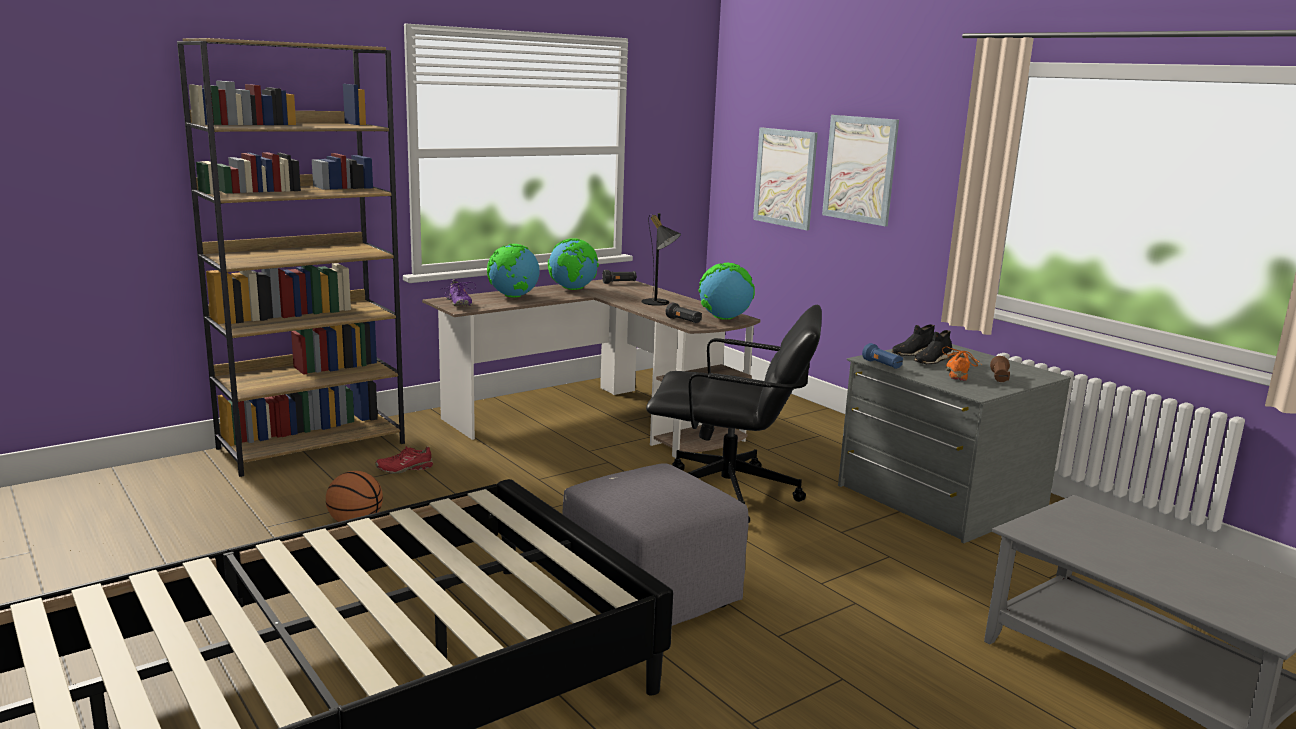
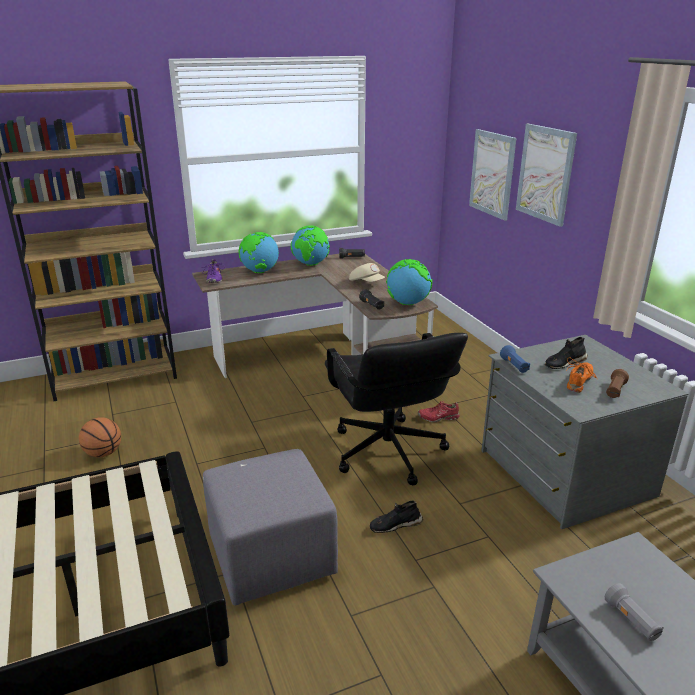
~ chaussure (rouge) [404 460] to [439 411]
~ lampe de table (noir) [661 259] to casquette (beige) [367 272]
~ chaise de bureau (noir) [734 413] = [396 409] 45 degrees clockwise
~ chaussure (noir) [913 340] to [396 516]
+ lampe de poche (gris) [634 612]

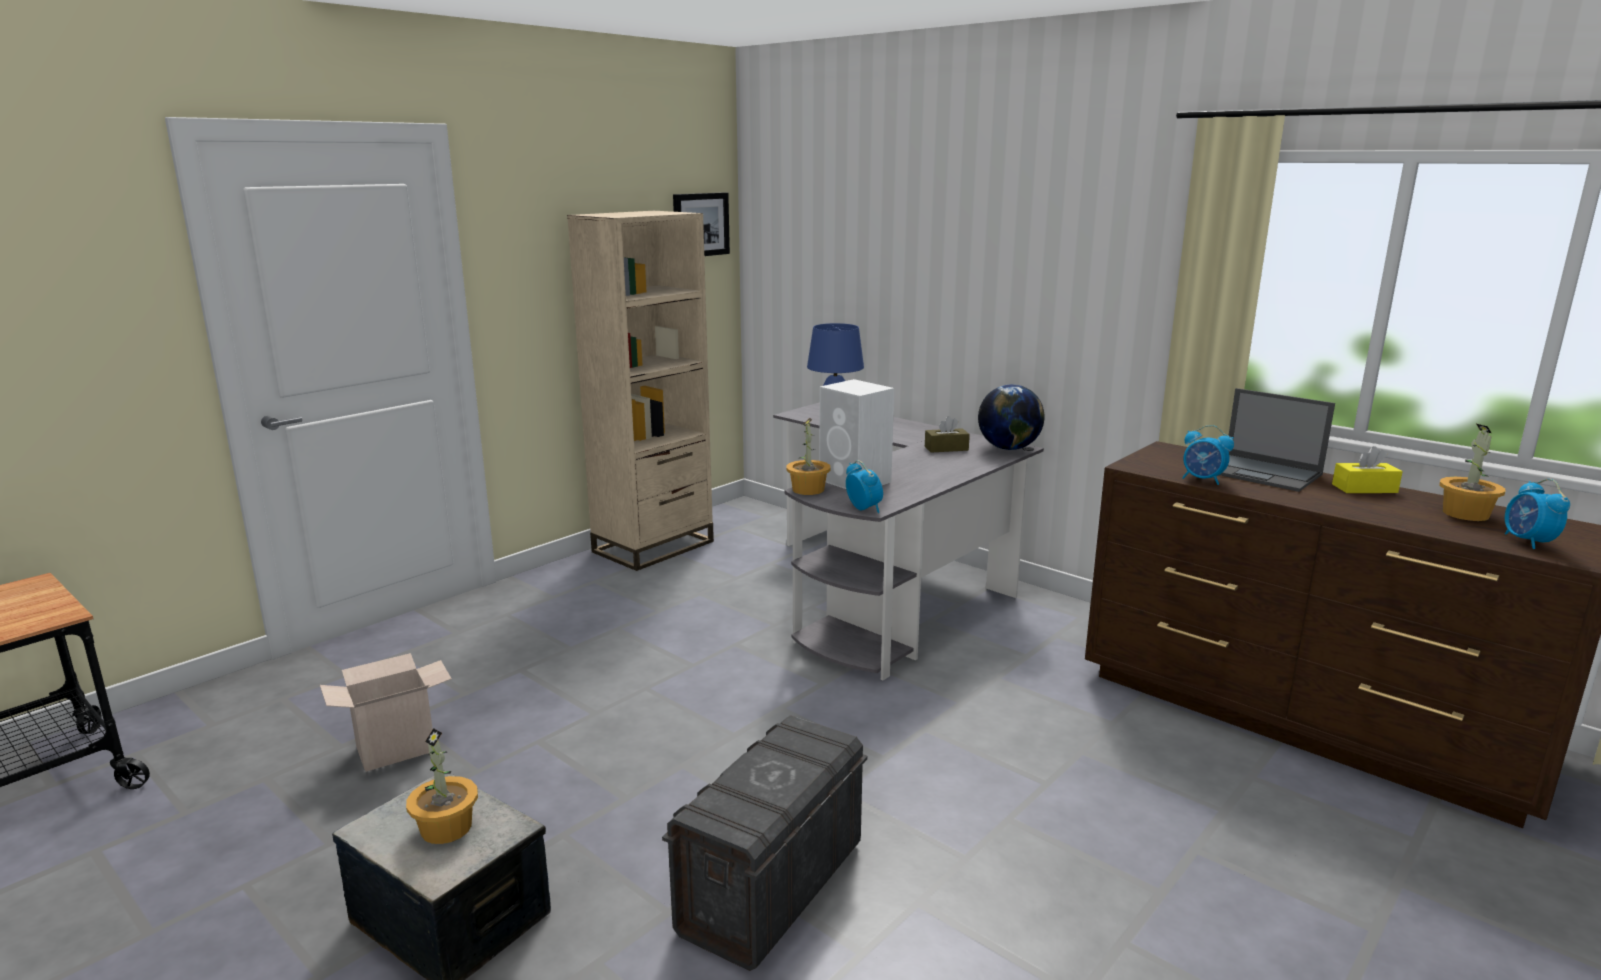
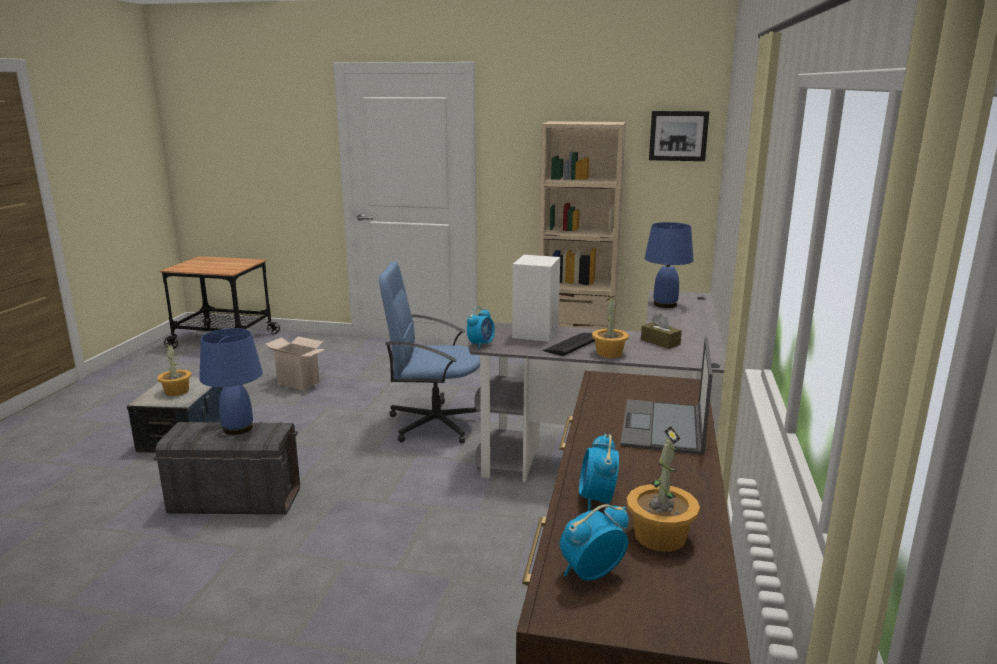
~ plante en pot [808 456] to [610 327]
- globe [1011 417]
~ réveil [1208 455] to [599 472]
- boîte à mouchoirs (jaune) [1367 469]
+ lampe de table (bleu) [231 381]
+ chaise de bureau (bleu) [429 352]
+ clavier [569 344]

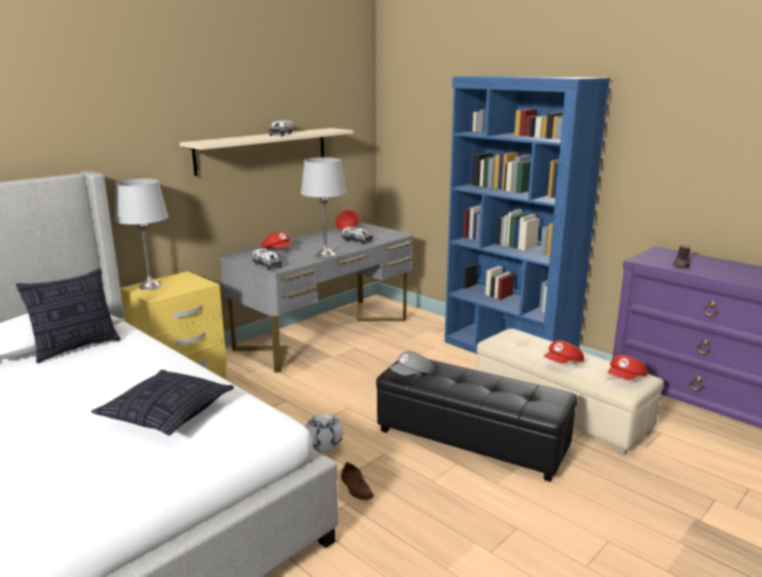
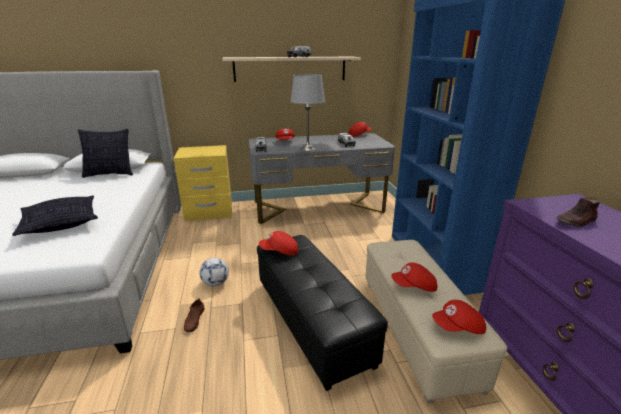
- lampe de table (gris) [141 234]
~ casquette (gris) [412 363] to casquette (rouge) [278 243]

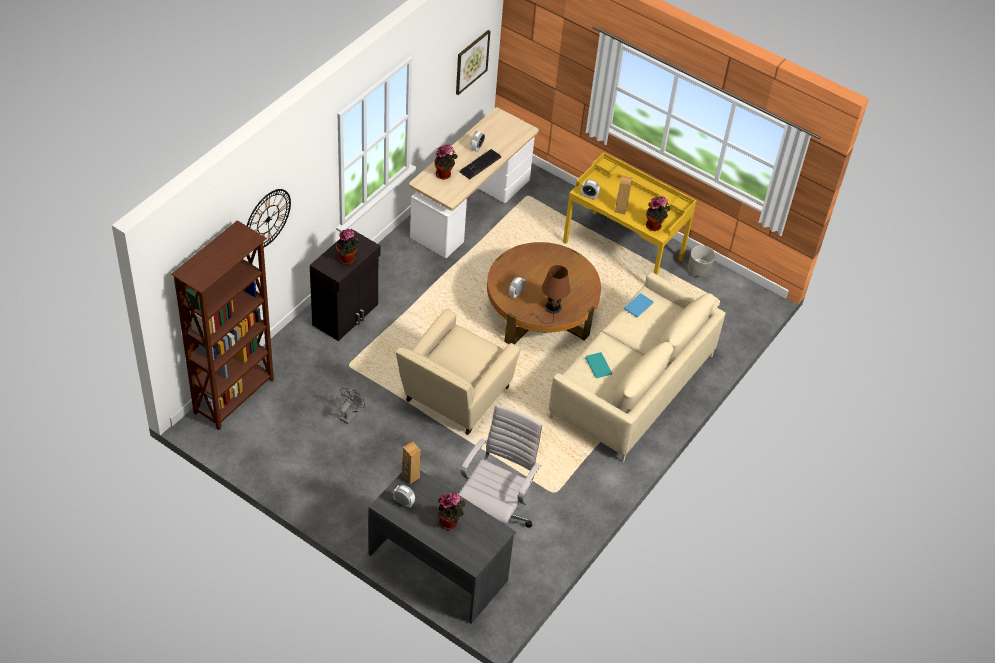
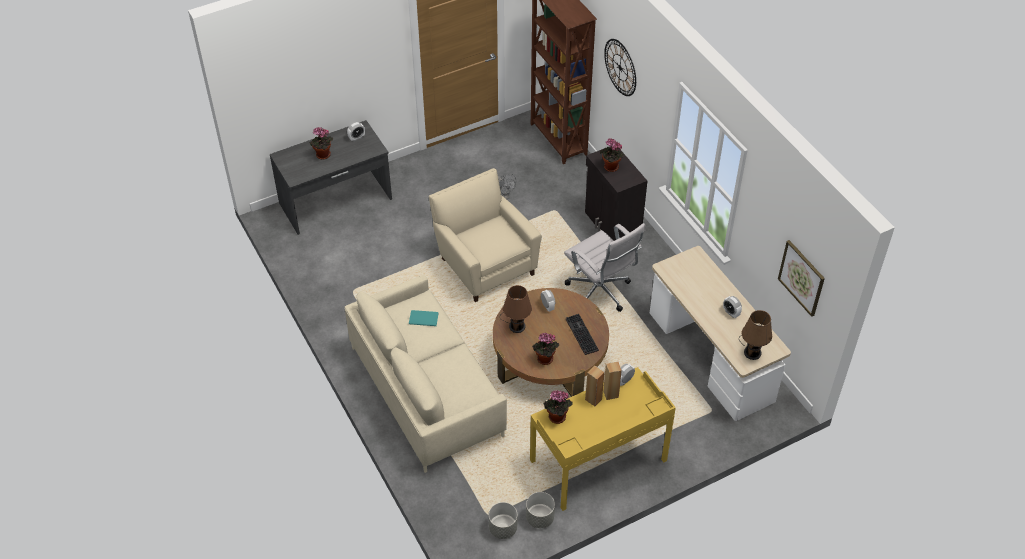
~ enceinte (marron) [411 462] to [612 380]
~ plante en pot [446 162] to [545 349]
~ chaise de bureau (blanc) [500 466] to [605 267]
~ clavier [480 164] to [582 334]
- livre (bleu) [639 305]
+ cache-pot (gris) [503 520]
+ lampe de table (marron) [755 335]

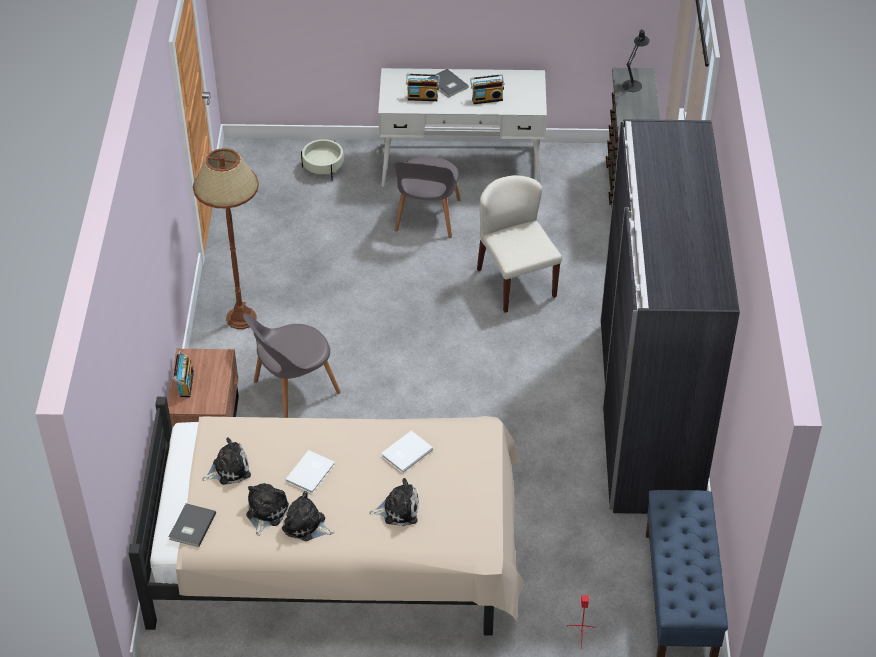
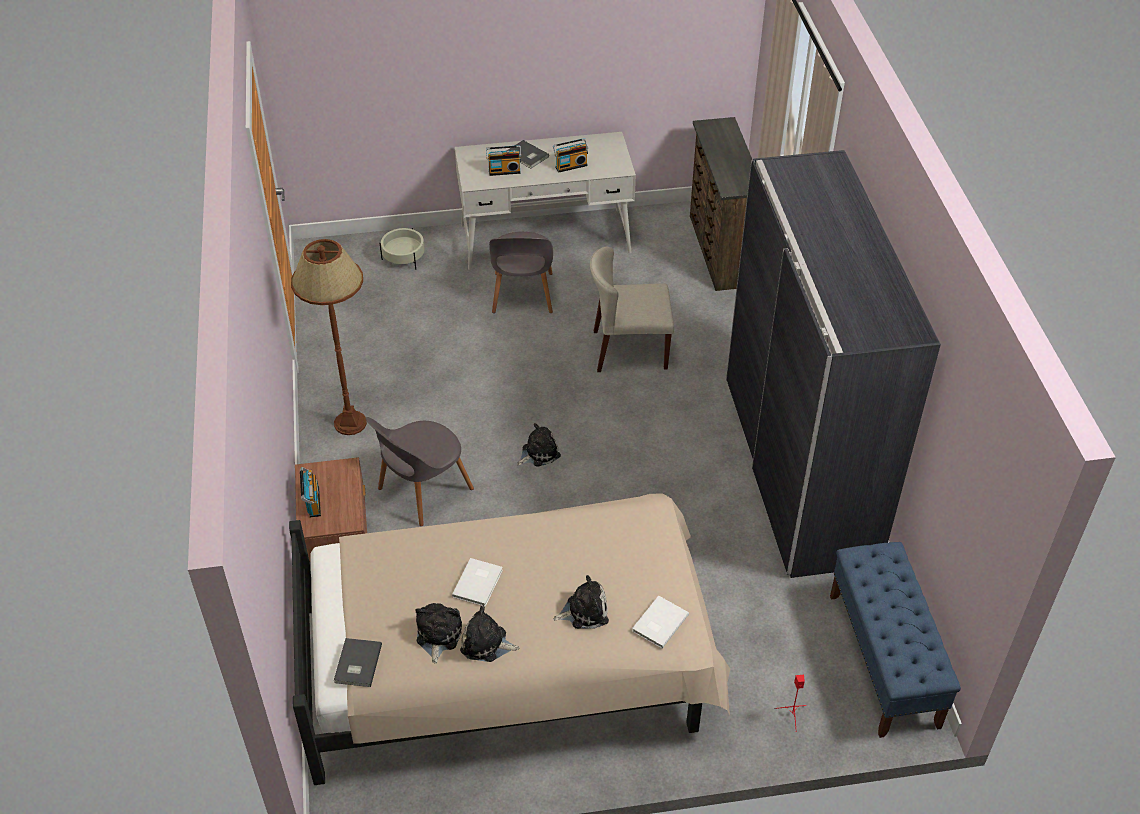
~ peluche [226 461] to [539 445]
~ livre (blanc) [407 452] to [660 622]
~ chaise (beige) [519 244] = [632 309] 60 degrees counterclockwise
- lampe de table (noir) [636 61]

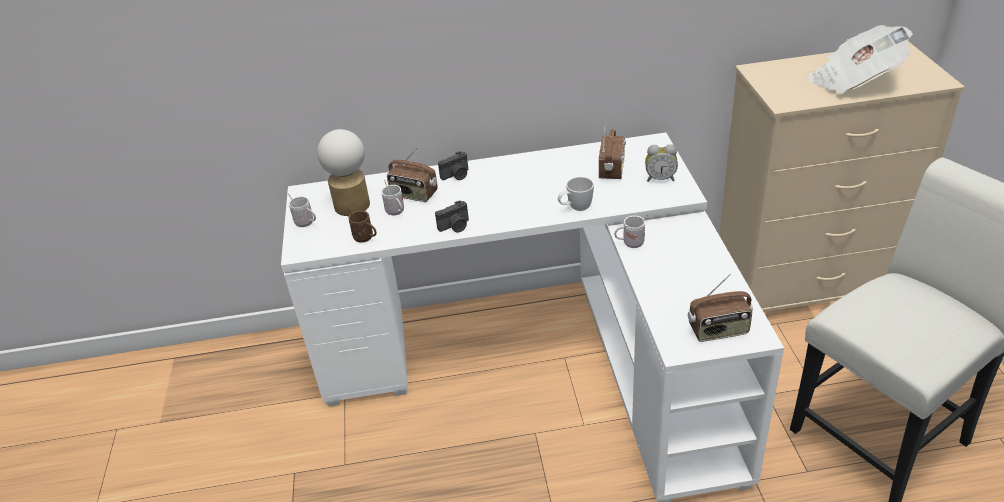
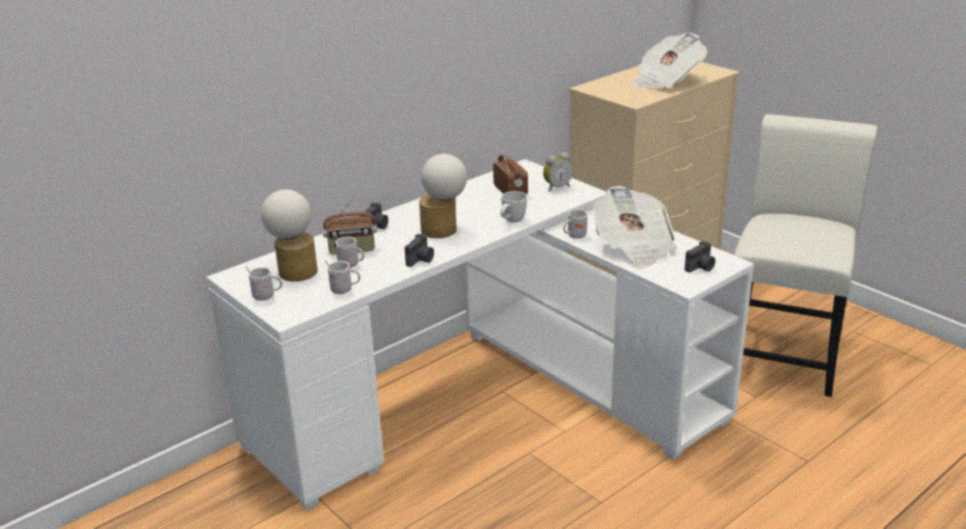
~ mug (marron) [362 225] to mug (blanc) [342 277]
~ radio [720 308] to appareil photo [700 256]
+ lampe de table [443 196]
+ journal [635 227]

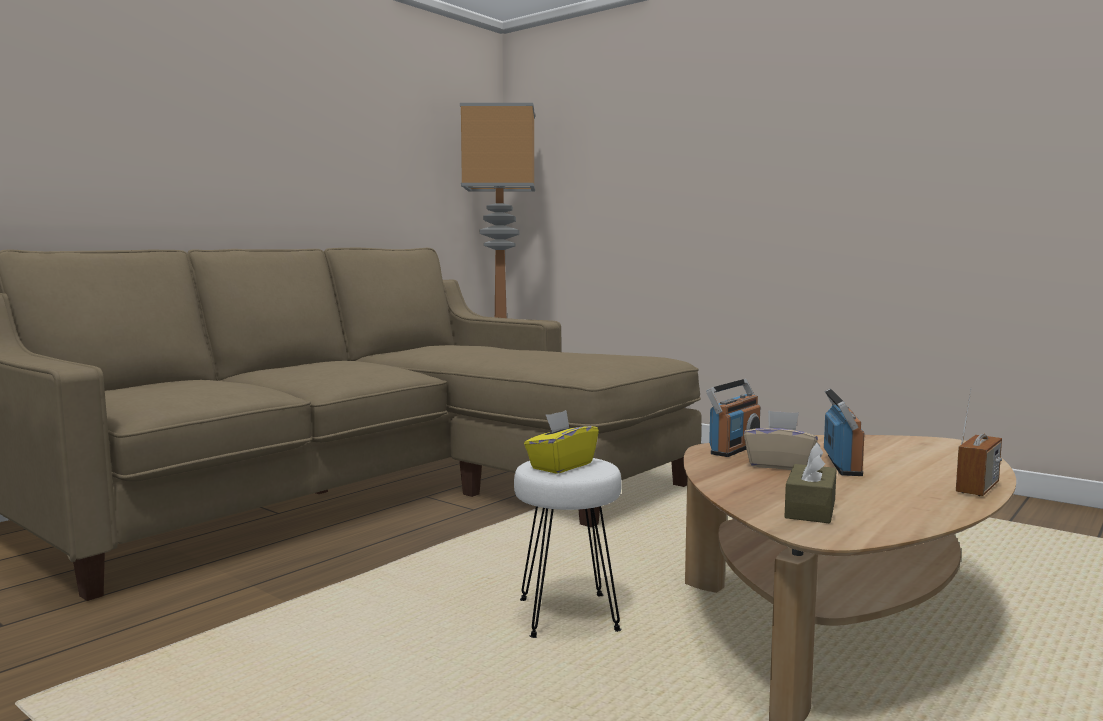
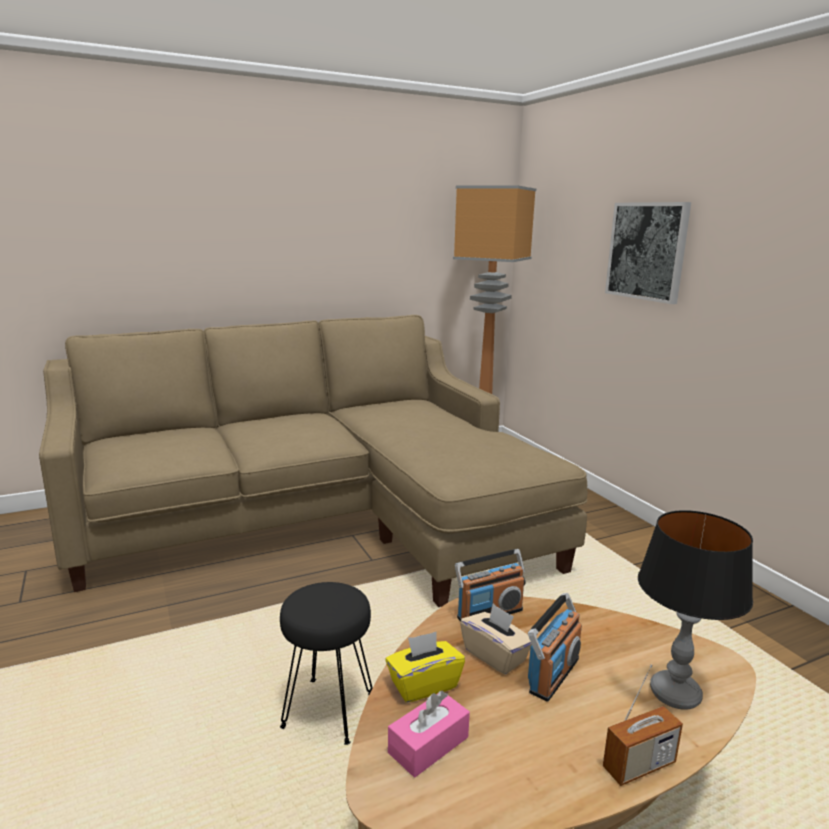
~ tabouret (blanc) [568 548] to tabouret (noir) [326 663]
~ boîte à mouchoirs (jaune) [561 442] to [425 667]
~ boîte à mouchoirs (marron) [810 483] to boîte à mouchoirs (rose) [429 734]
+ tableau [648 253]
+ lampe de table [695 610]

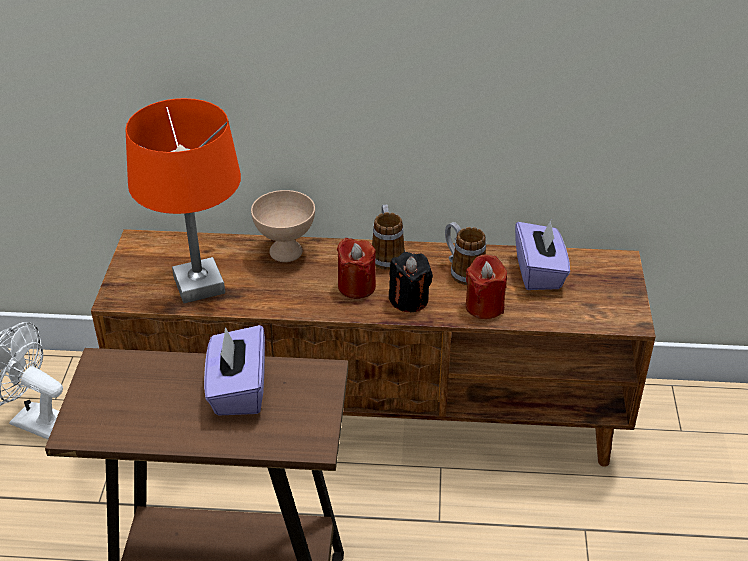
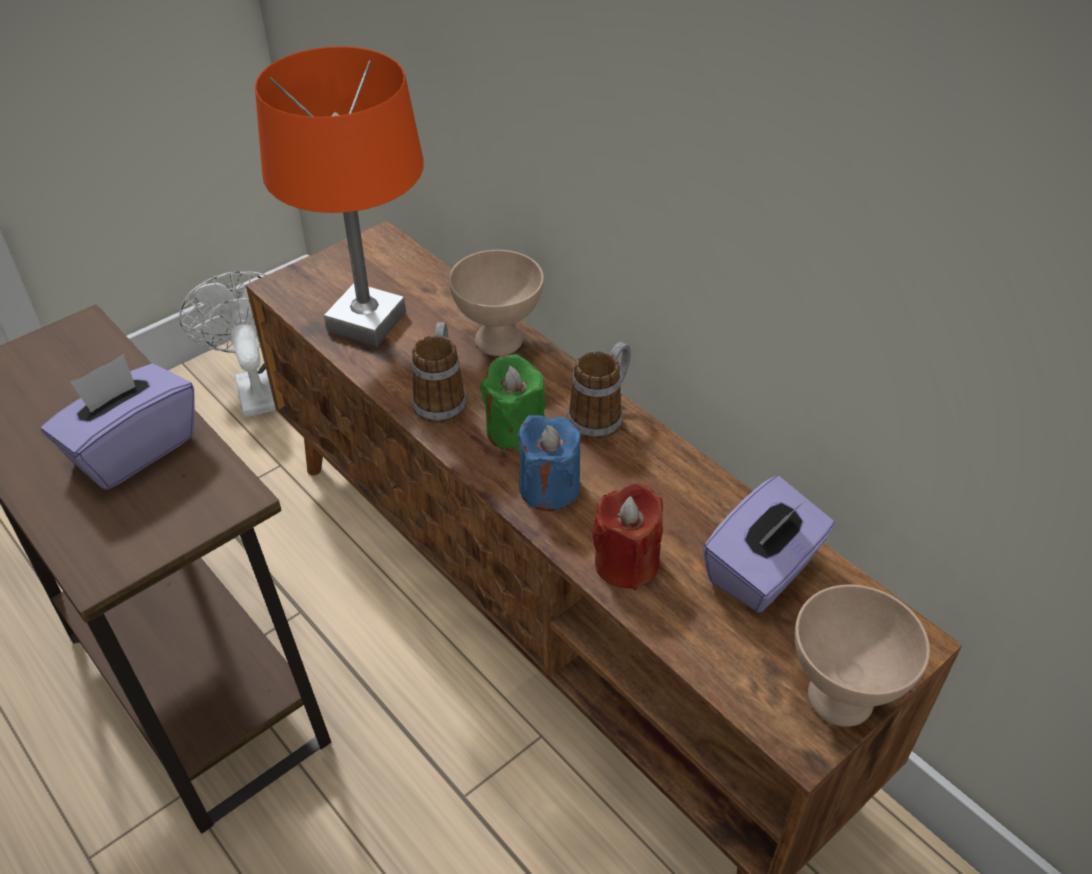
~ bougie (rouge) [356 268] to bougie (vert) [513 403]
~ bougie (noir) [411 282] to bougie (bleu) [549 463]
~ mug [465 253] to [439 372]
+ bol (beige) [862 655]

